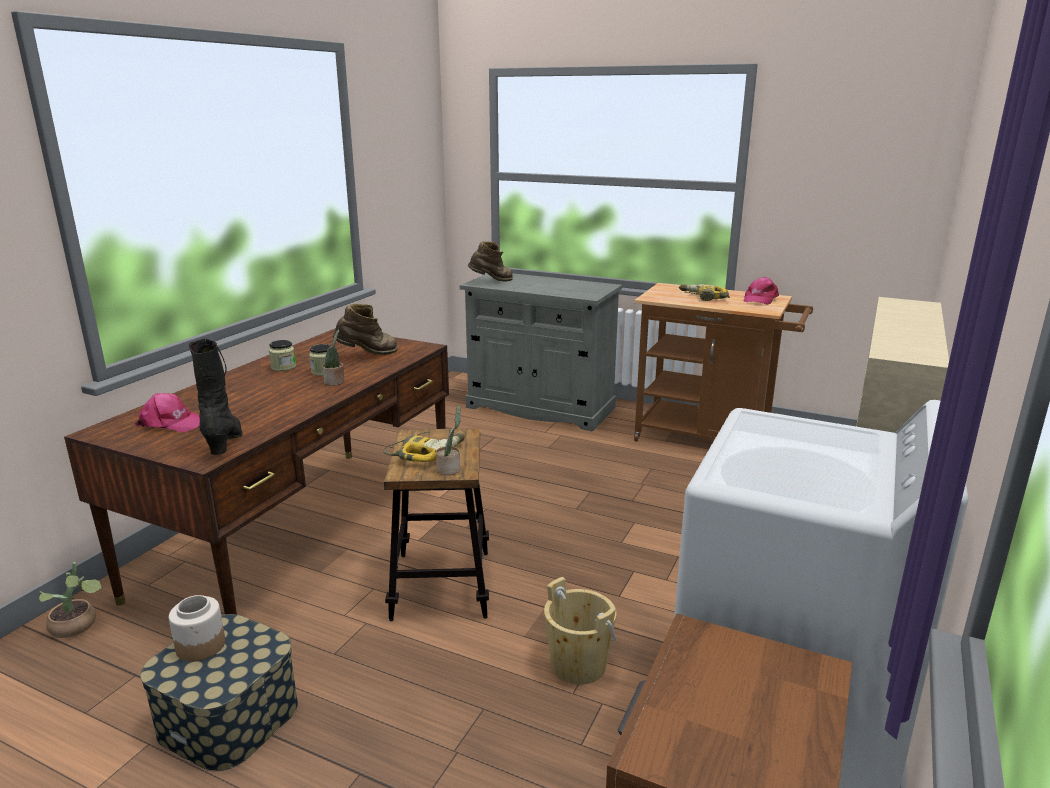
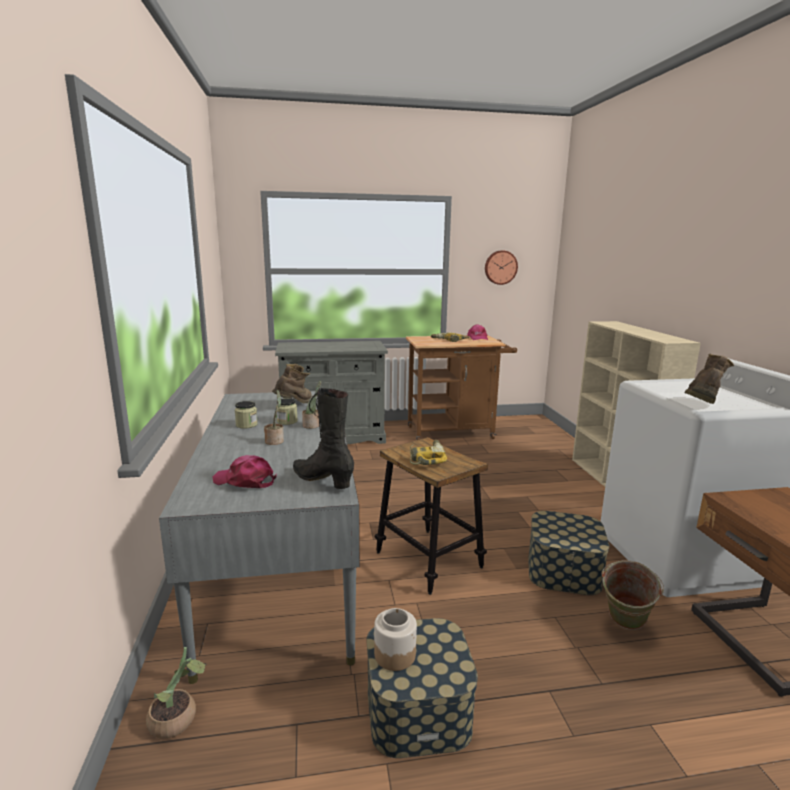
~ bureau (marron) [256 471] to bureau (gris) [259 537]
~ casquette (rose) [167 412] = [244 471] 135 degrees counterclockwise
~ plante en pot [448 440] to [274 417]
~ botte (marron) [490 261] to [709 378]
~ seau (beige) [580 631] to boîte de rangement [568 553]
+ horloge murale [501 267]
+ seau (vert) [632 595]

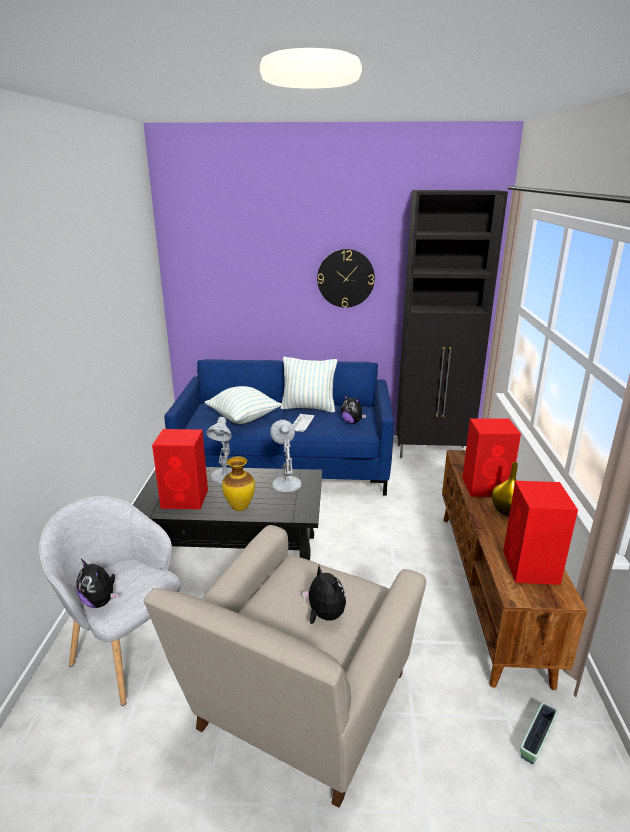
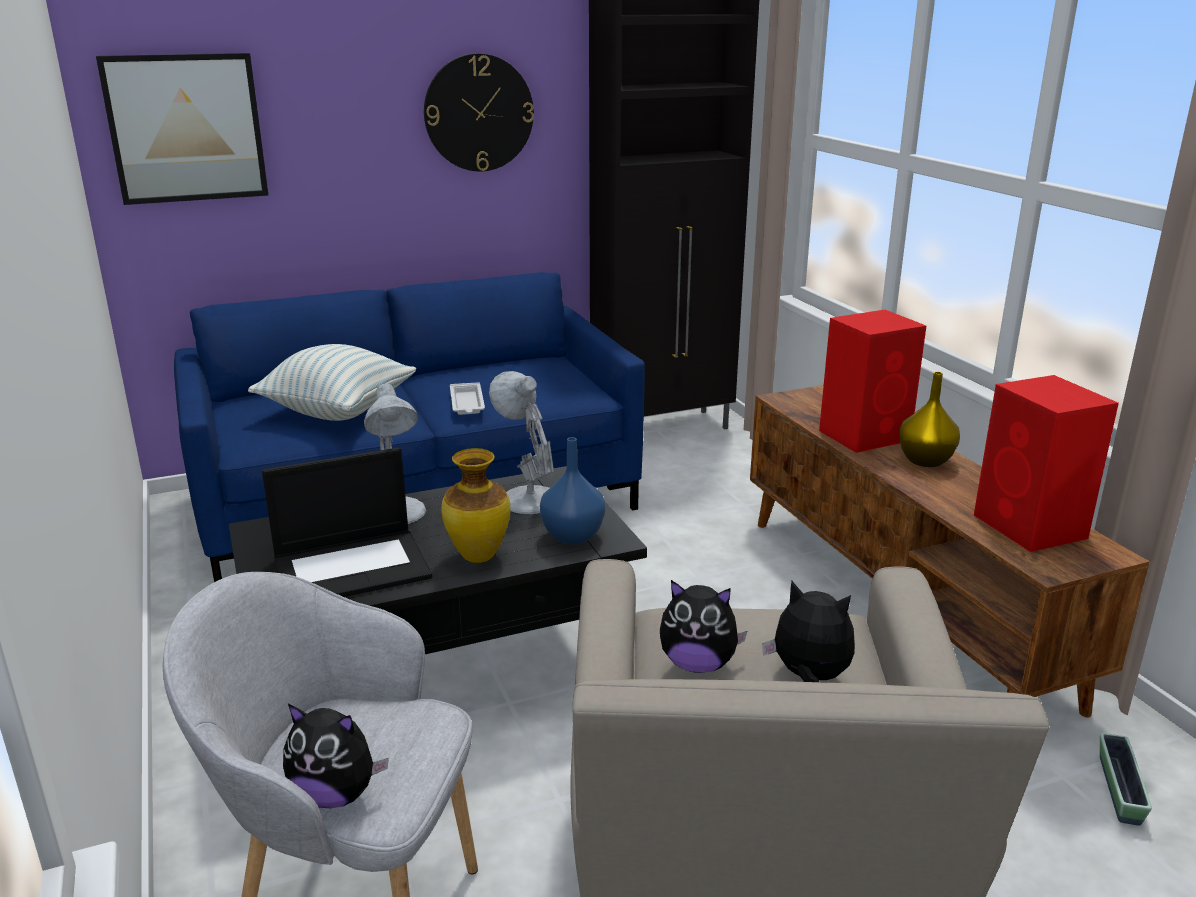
~ enceinte (rouge) [180 469] to ordinateur portable [347 522]
- coussin [309 385]
~ peluche [353 409] to [703 626]
+ tableau [182 129]
+ vase (bleu) [573 491]

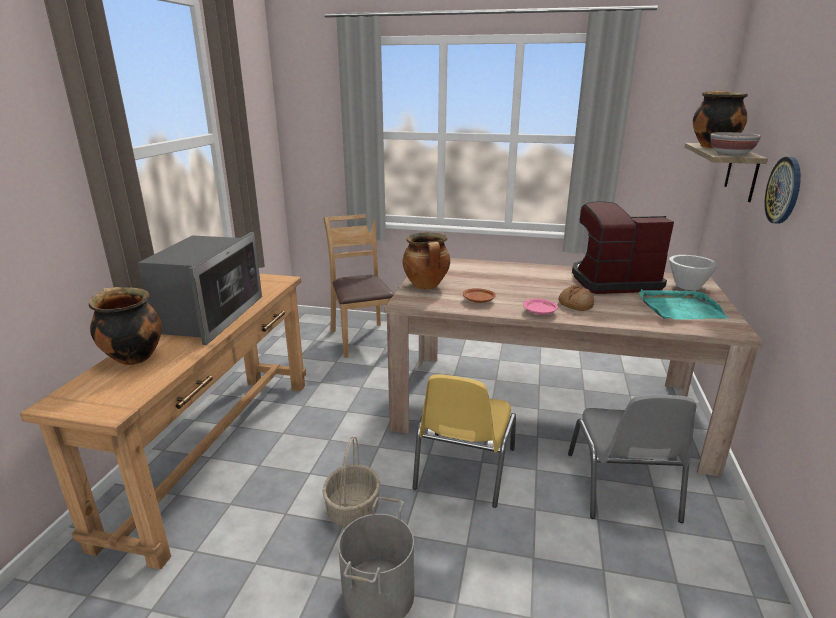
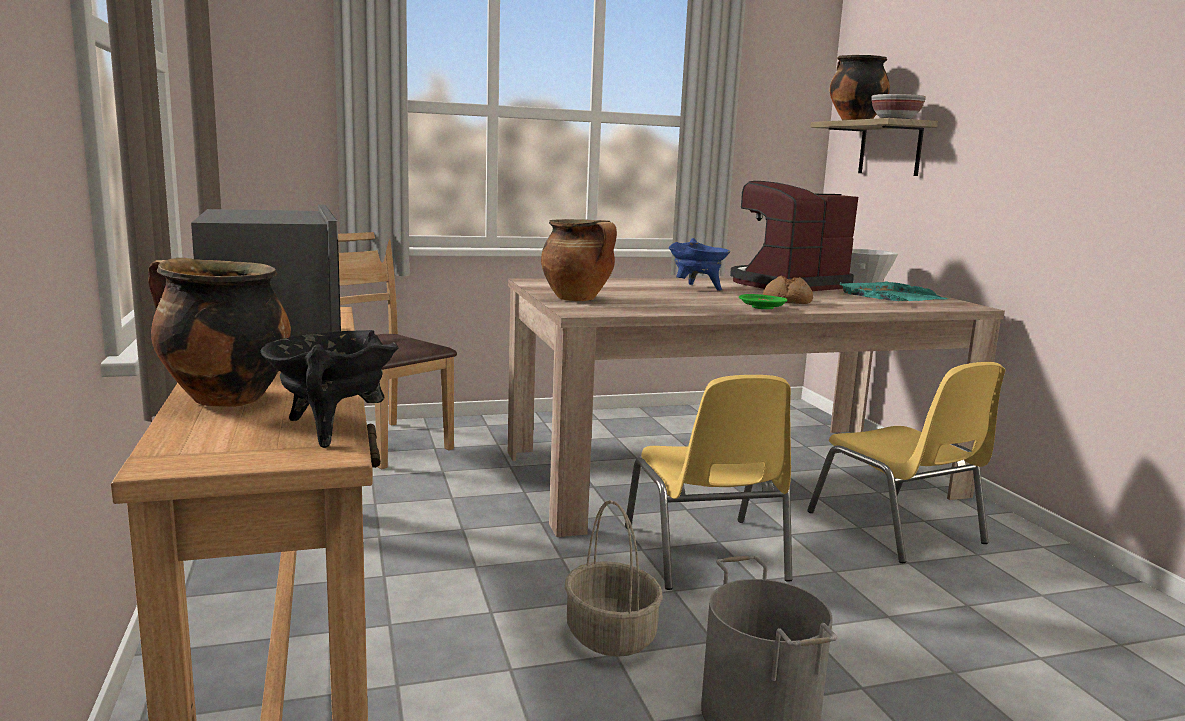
- assiette (marron) [479 295]
~ assiette (rose) [540 307] to assiette (vert) [763 301]
~ chaise (gris) [632 459] to chaise (jaune) [906 462]
- horloge murale [782 190]
+ marmite (noir) [330 389]
+ marmite (bleu) [699 264]

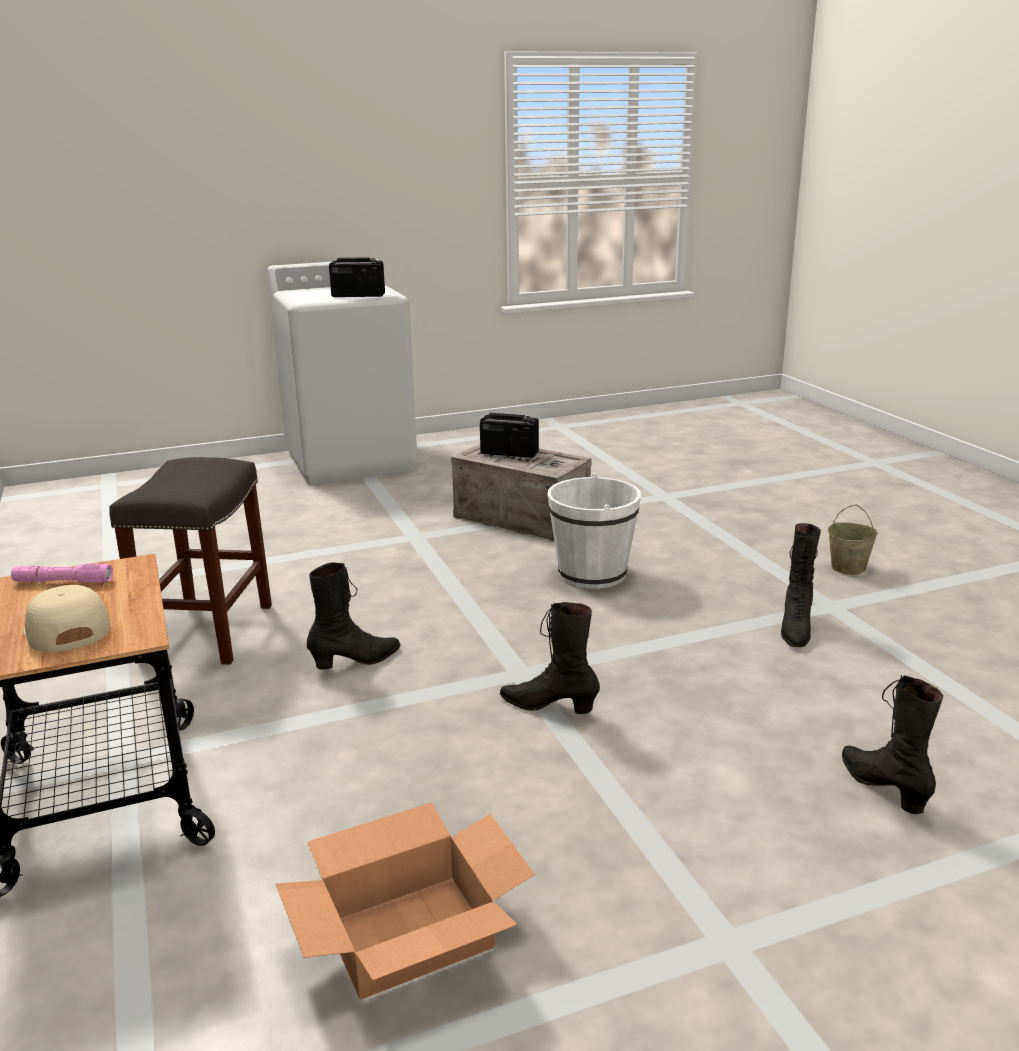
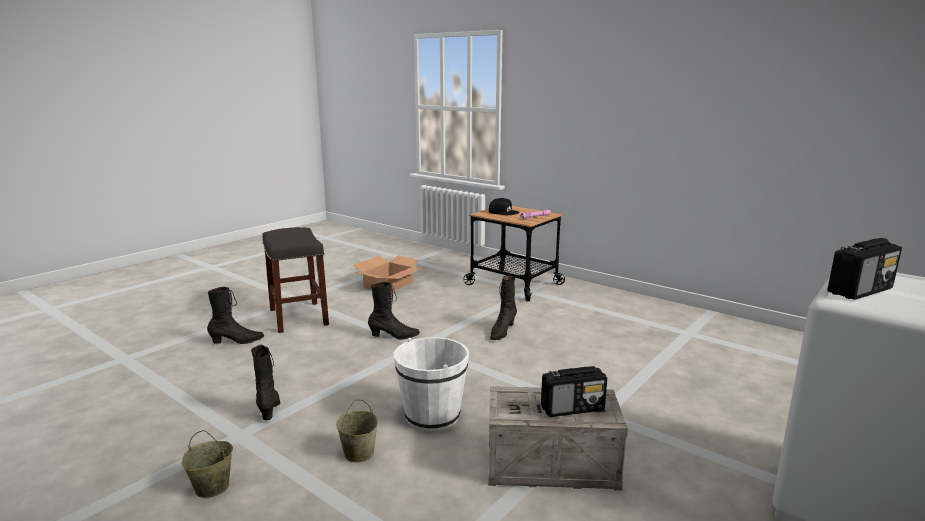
~ casquette (beige) [66 619] to casquette (noir) [504 206]
~ tabouret (gris) [190 560] to [295 280]
~ botte (noir) [892 744] = [235 315] 60 degrees counterclockwise
+ seau (beige) [357 431]

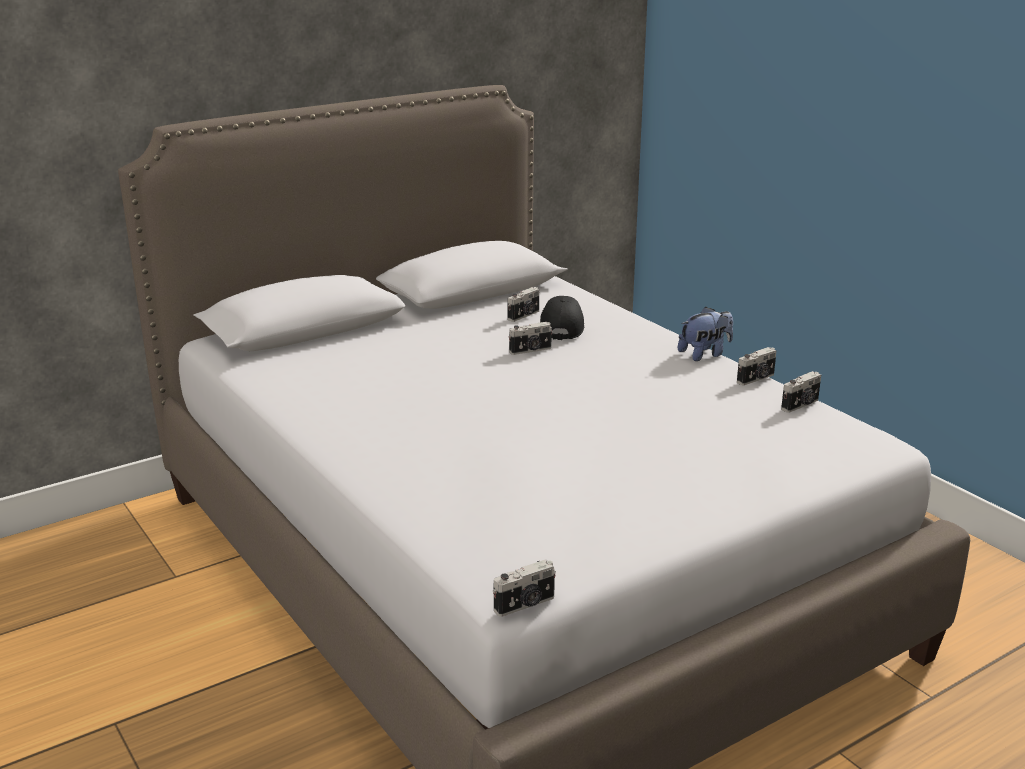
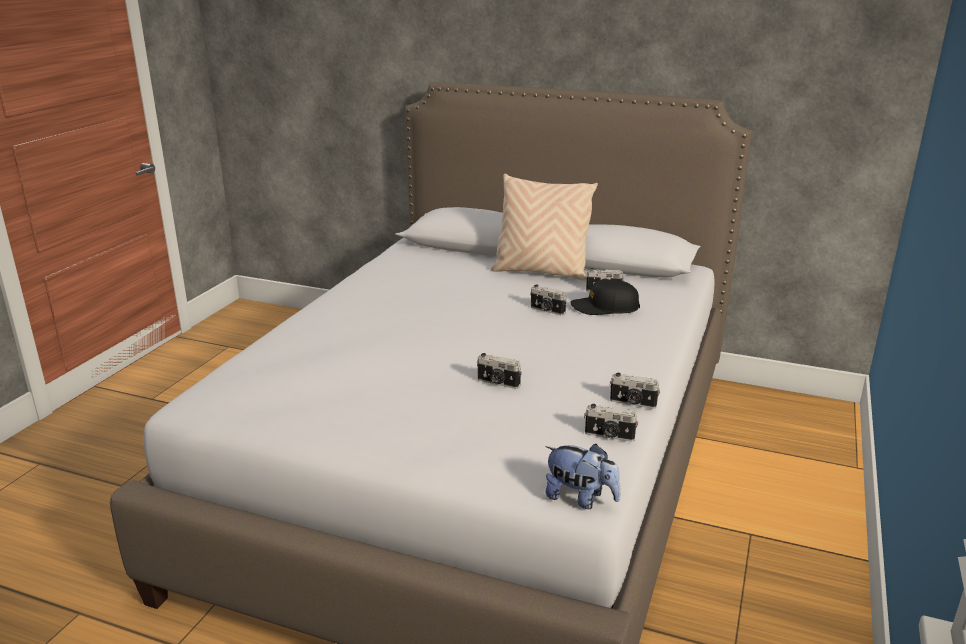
~ appareil photo [524 588] to [499 371]
~ casquette (noir) [562 318] = [605 297] 150 degrees counterclockwise
~ peluche [705 334] to [583 476]
+ coussin (beige) [544 227]

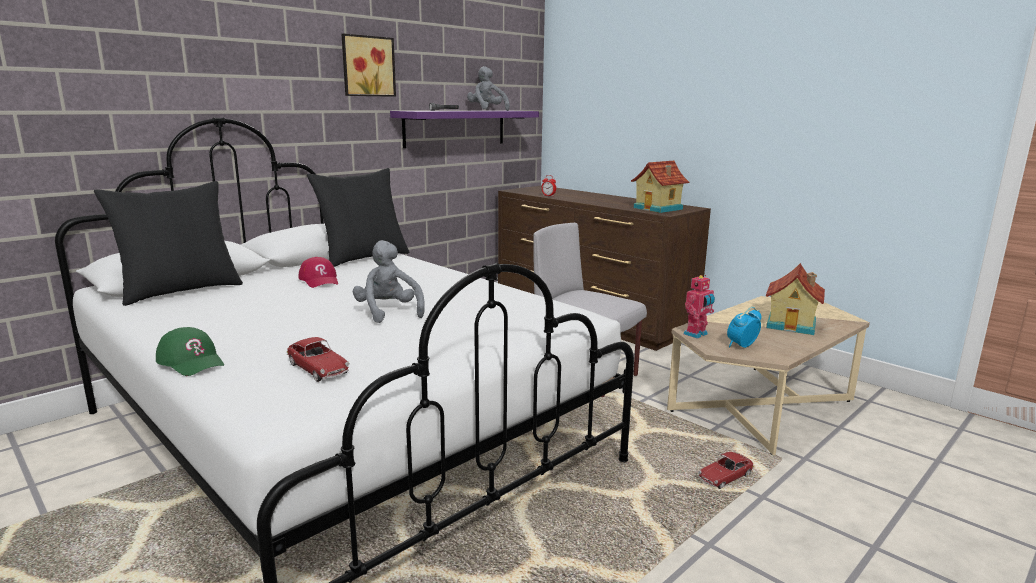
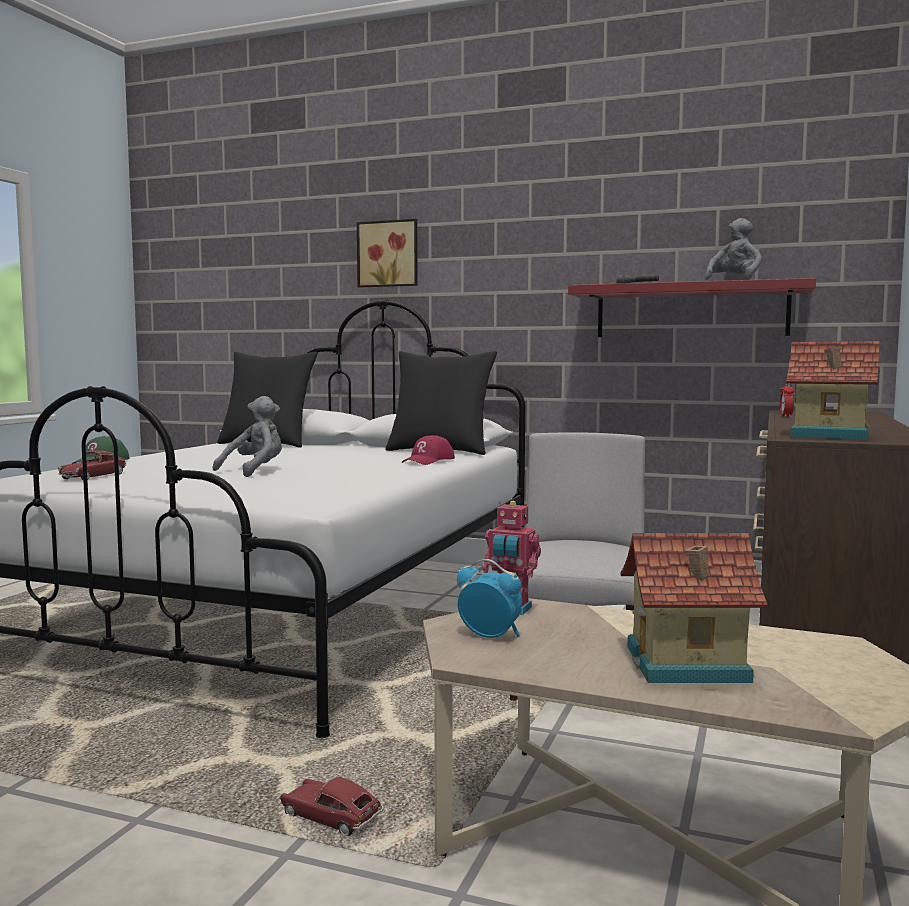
~ casquette (rouge) [318 272] to [428 450]
~ tableau [368 65] to [387 253]
~ étagère (violet) [464 129] to étagère (rouge) [692 307]

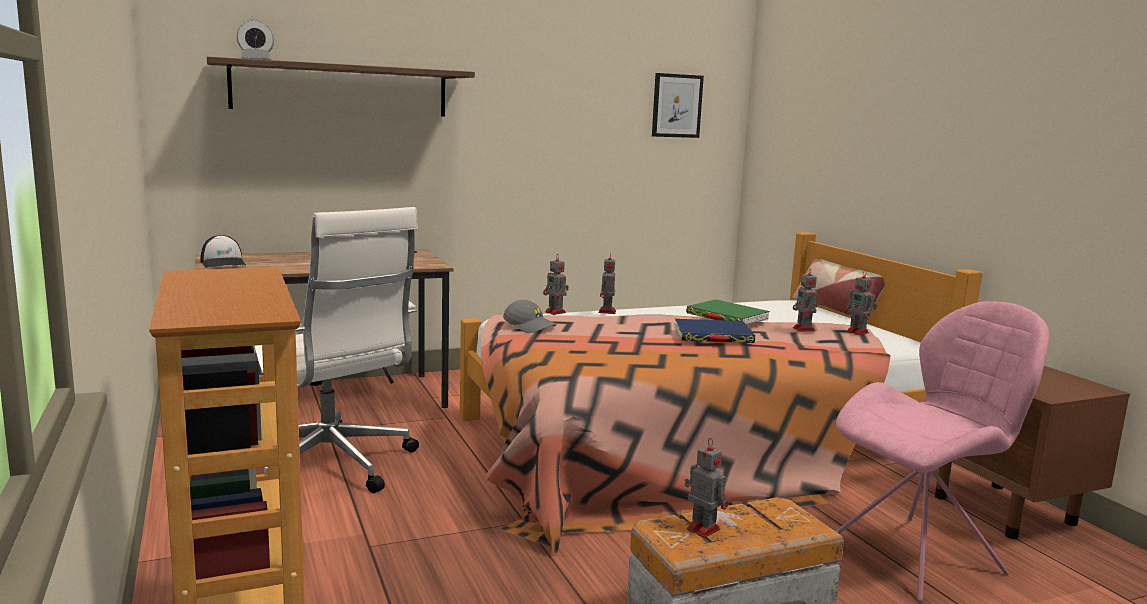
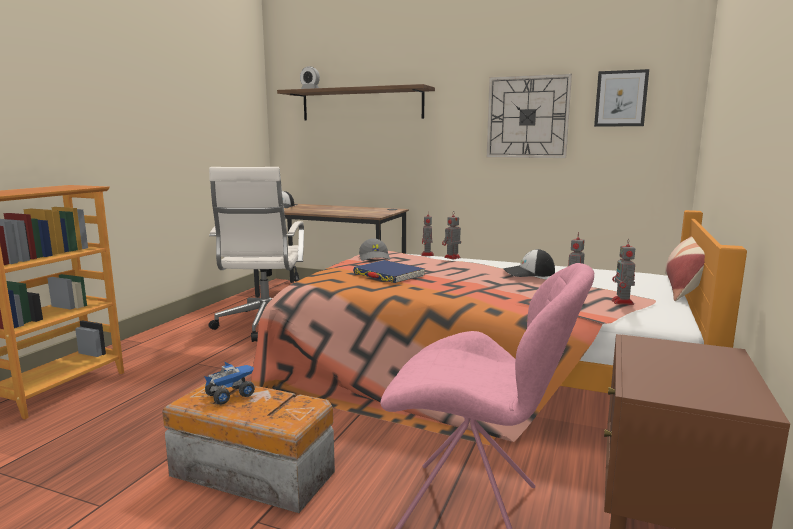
~ livre (bleu) [714 331] to [389 271]
~ robot jouet [707 488] to camion jouet [229 382]
~ livre (vert) [728 312] to casquette [529 263]
+ horloge murale [529 116]

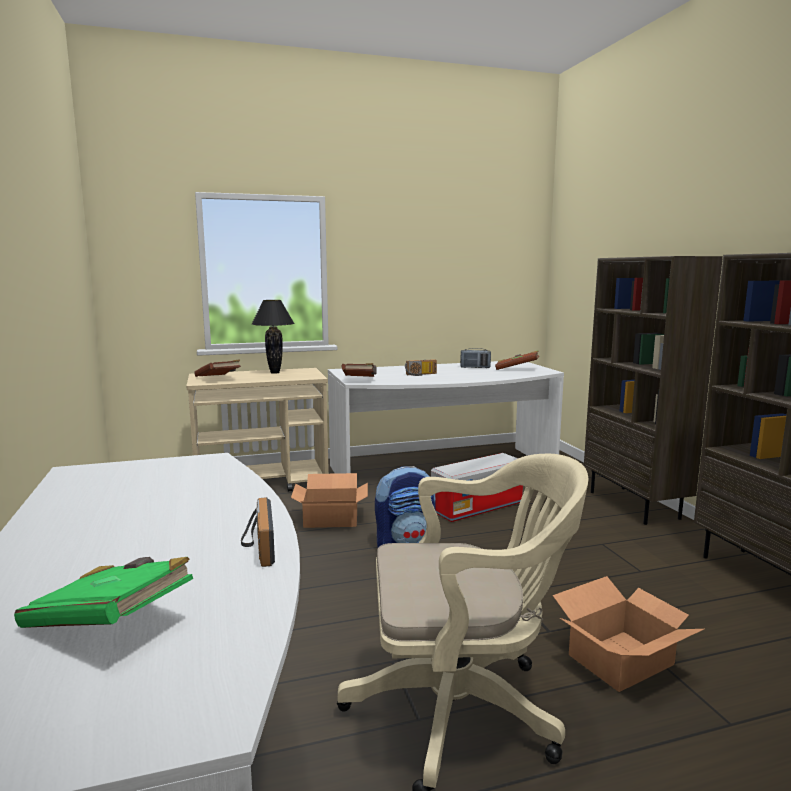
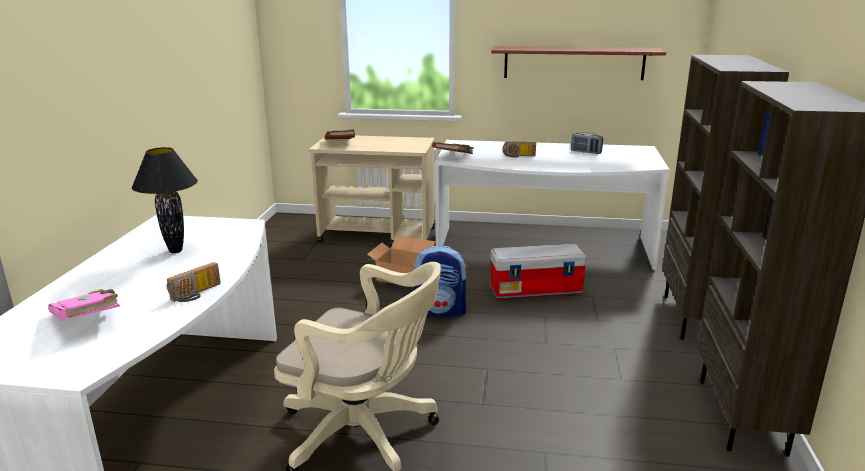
~ livre (vert) [103 592] to livre (rose) [84 305]
~ radio [258 532] = [193 282] 150 degrees counterclockwise
~ lampe de table (noir) [273 337] to [165 200]
- livre (marron) [517 360]
- carton [628 634]
+ étagère (marron) [578 63]

